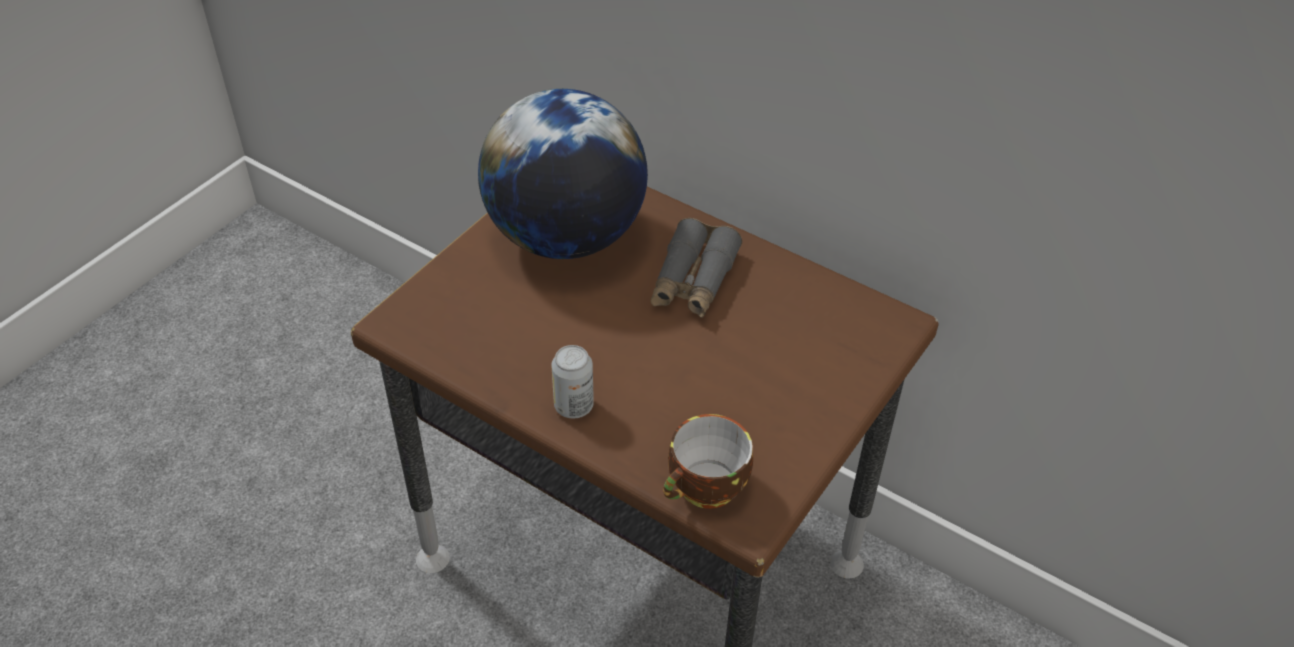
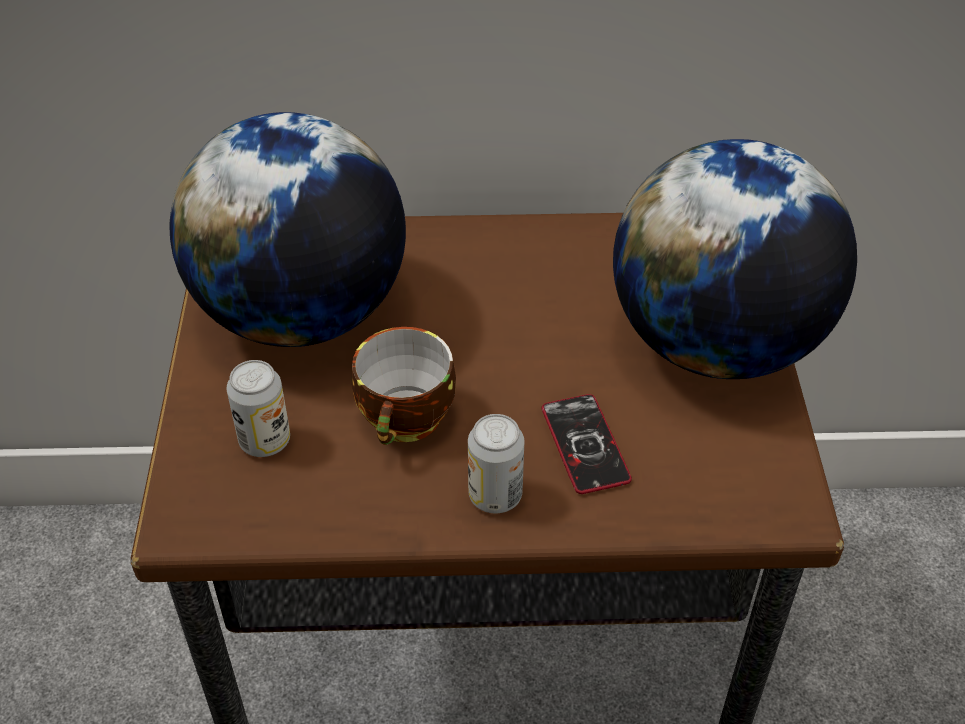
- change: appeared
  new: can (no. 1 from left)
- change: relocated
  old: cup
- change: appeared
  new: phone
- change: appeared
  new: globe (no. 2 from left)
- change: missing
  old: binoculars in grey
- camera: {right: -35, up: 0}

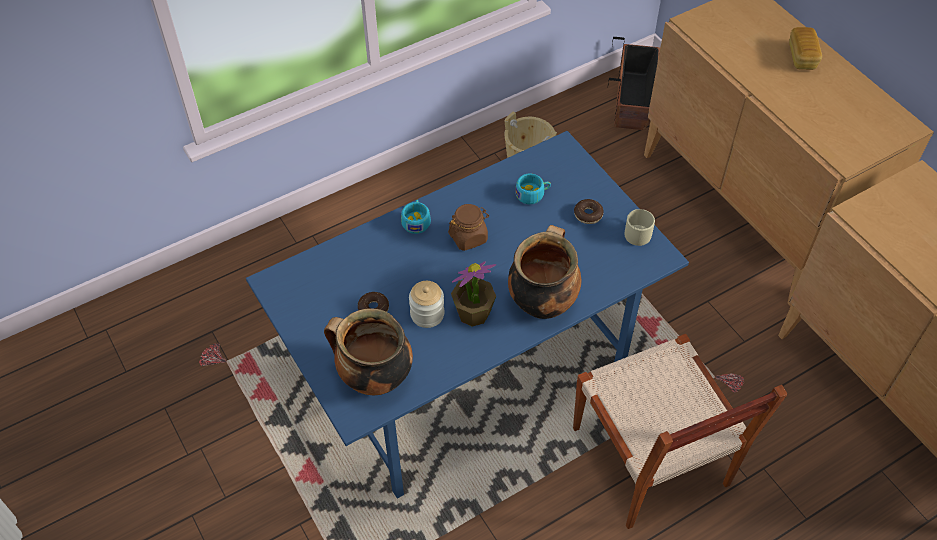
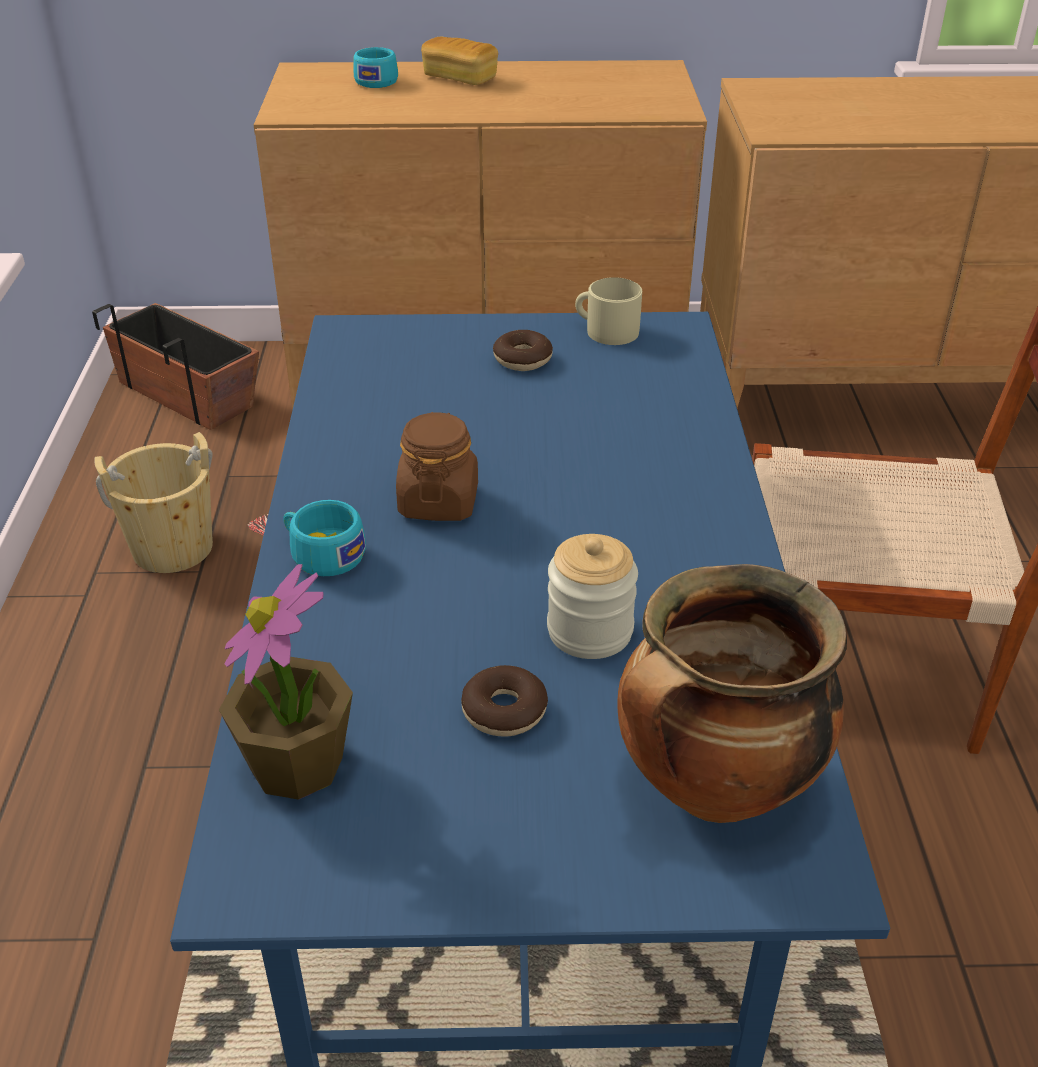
- change: relocated
  old: potted plant
- change: relocated
  old: cup in turquoise (no. 2 from left)
- change: missing
  old: cooking pot (no. 2 from left)
- camera: {right: -60, up: -15}

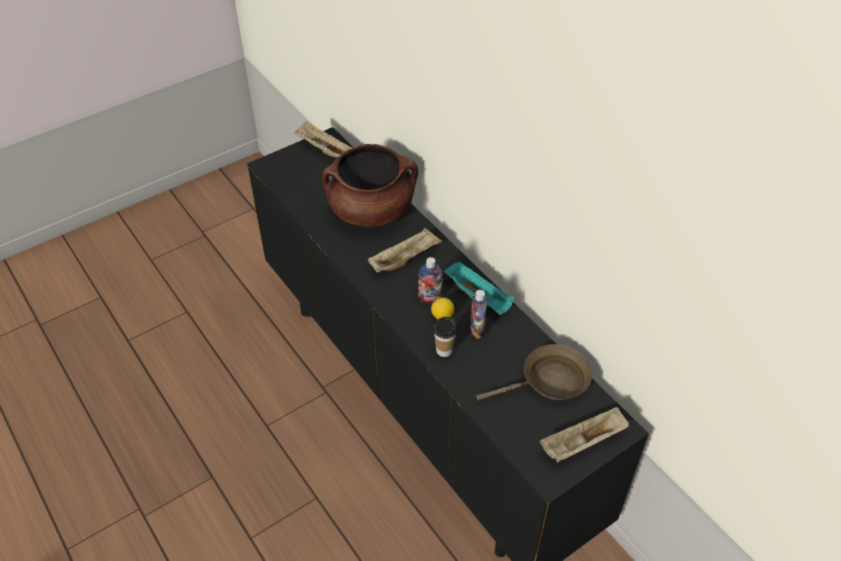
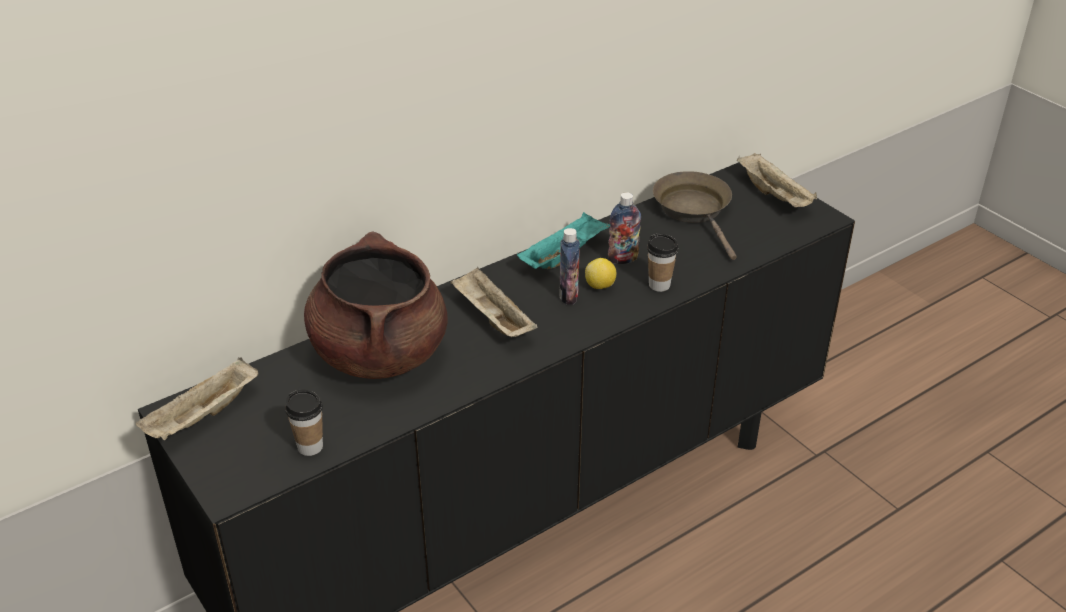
- change: appeared
  new: cup (no. 1 from left)
- camera: {right: -90, up: -10}

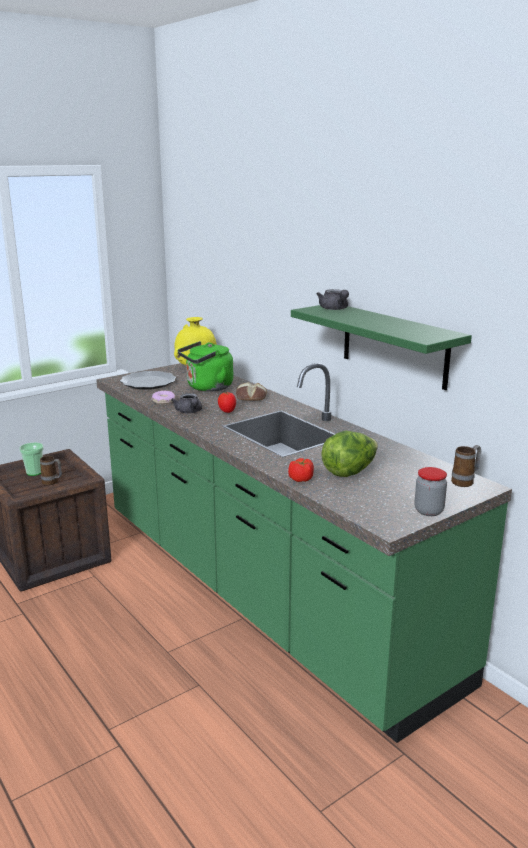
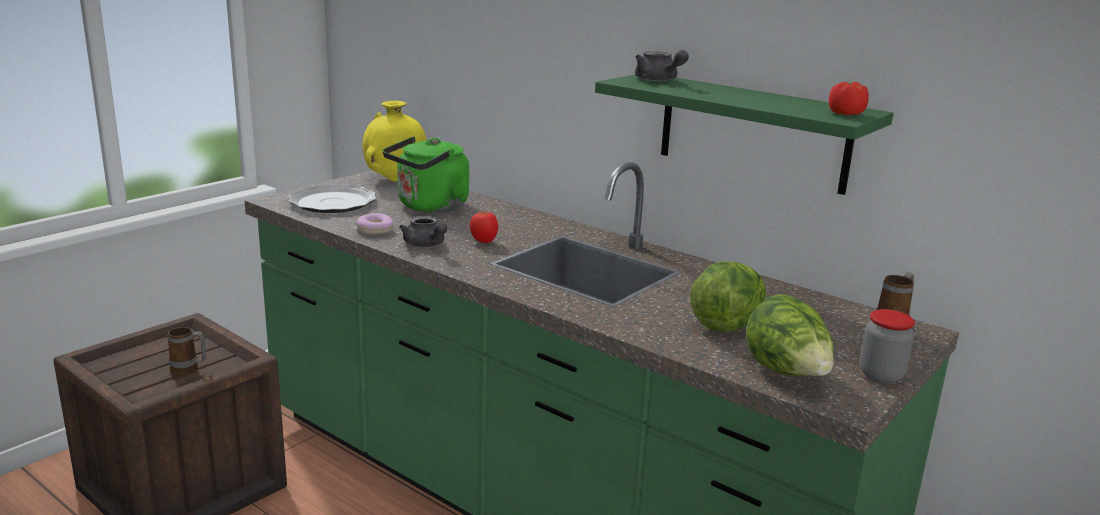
- change: appeared
  new: lettuce (no. 2 from left)
- change: relocated
  old: tomato (no. 2 from left)
- change: missing
  old: cup
- change: missing
  old: bread
- camera: {right: -15, up: 0}

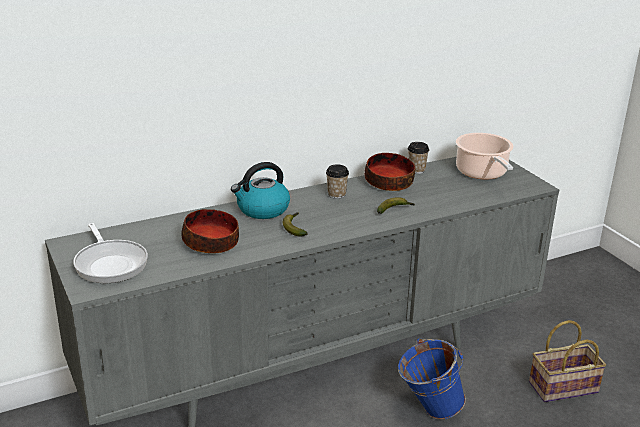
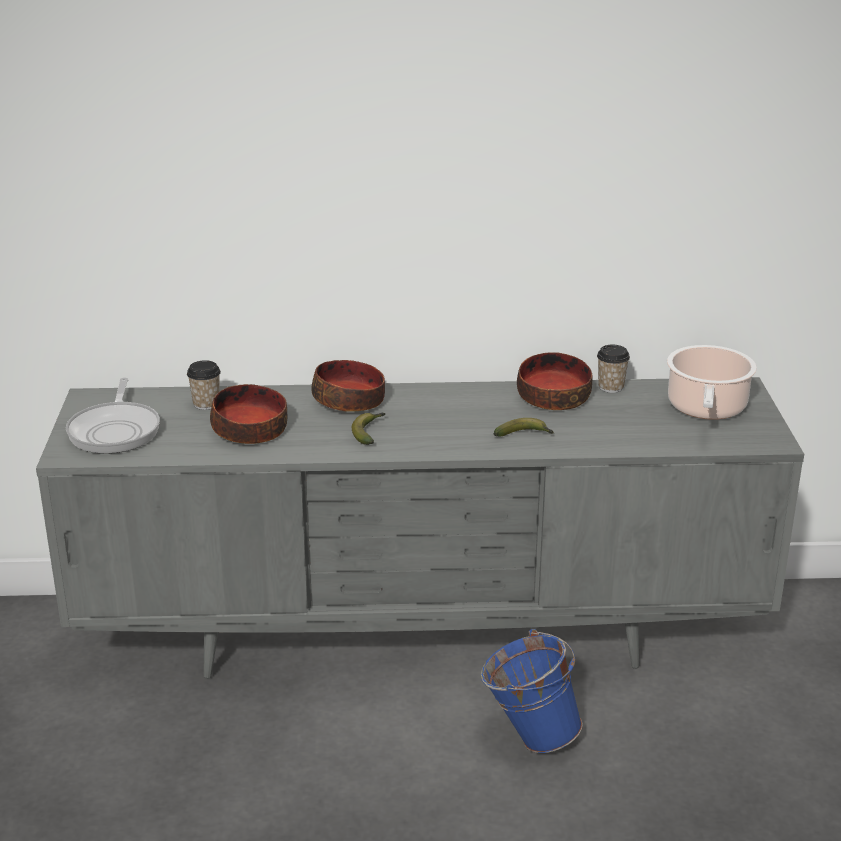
- change: relocated
  old: cup (no. 1 from left)
- change: exchanged
  old: kettle
  new: bowl (no. 2 from left)
- change: missing
  old: basket
- camera: {right: 25, up: 0}

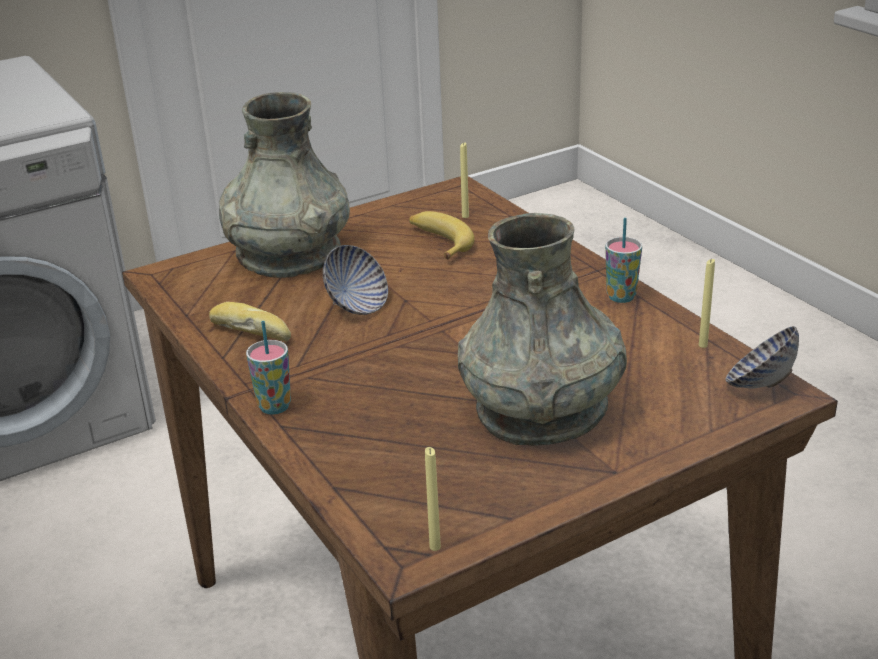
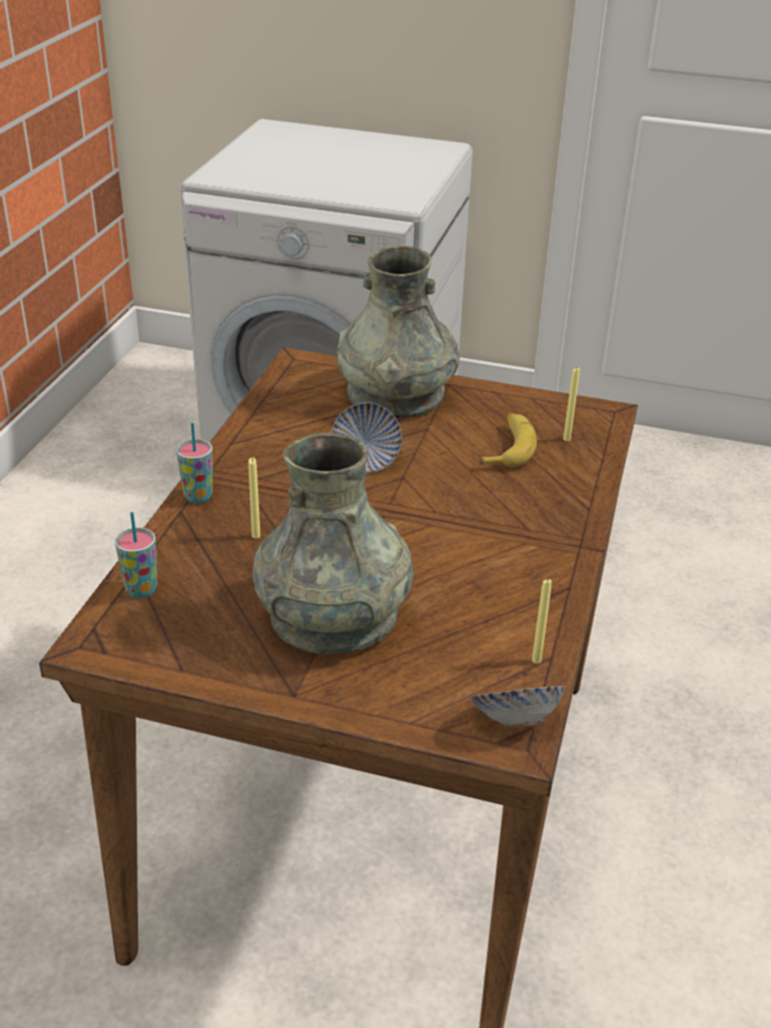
- change: relocated
  old: cup (no. 2 from left in the first image)
  new: cup (no. 1 from left)
- change: relocated
  old: candle in yellow (no. 1 from left)
- change: missing
  old: bread
- camera: {right: 45, up: 5}

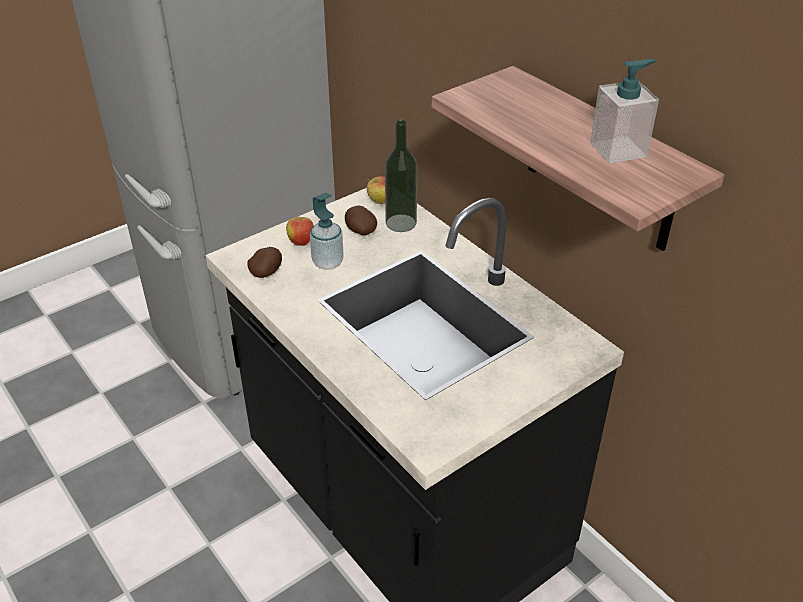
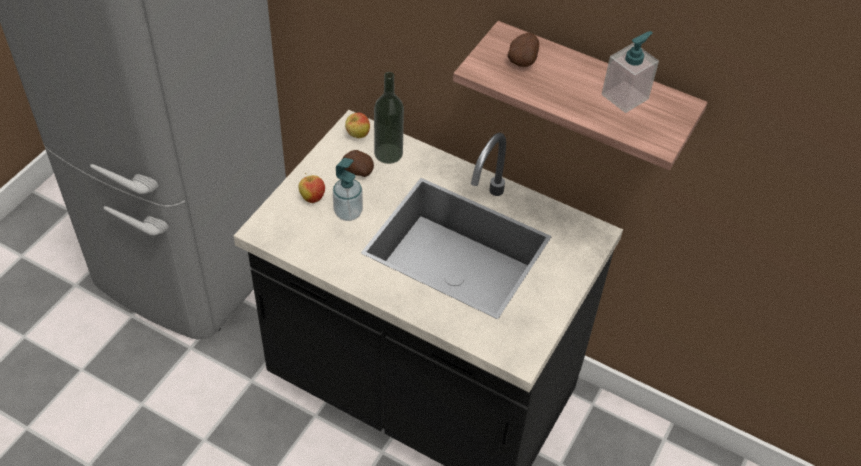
- change: relocated
  old: potato (no. 1 from left in the first image)
  new: potato (no. 2 from left)
- camera: {right: -25, up: 10}

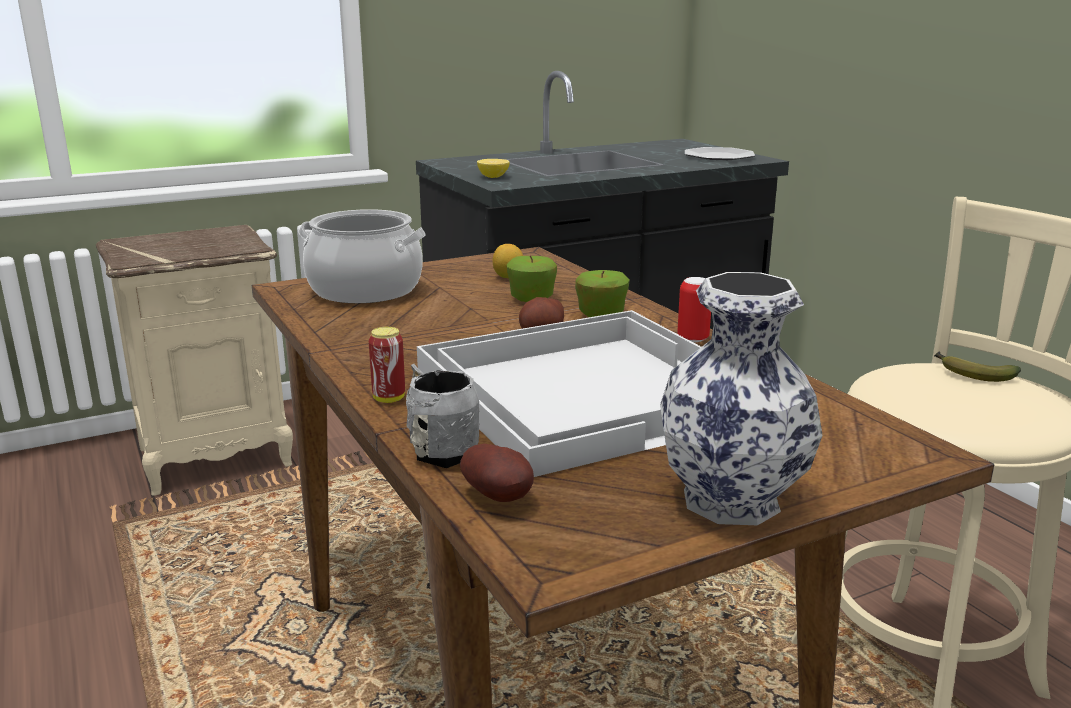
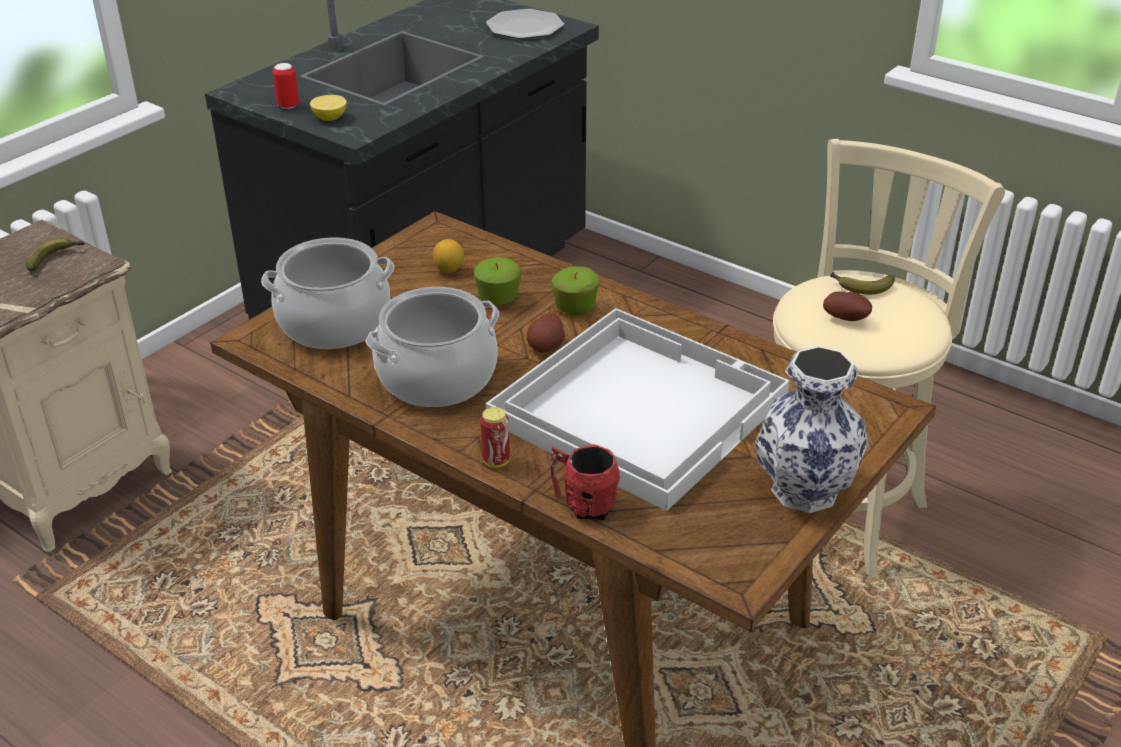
- change: appeared
  new: banana (no. 1 from left)
- change: relocated
  old: can (no. 2 from left in the first image)
  new: can (no. 1 from left)
- change: appeared
  new: cooking pot (no. 2 from left)
- change: colour
  old: mug in grey
  new: mug in red
- change: relocated
  old: potato (no. 1 from left in the first image)
  new: potato (no. 2 from left)
- camera: {right: -25, up: 15}

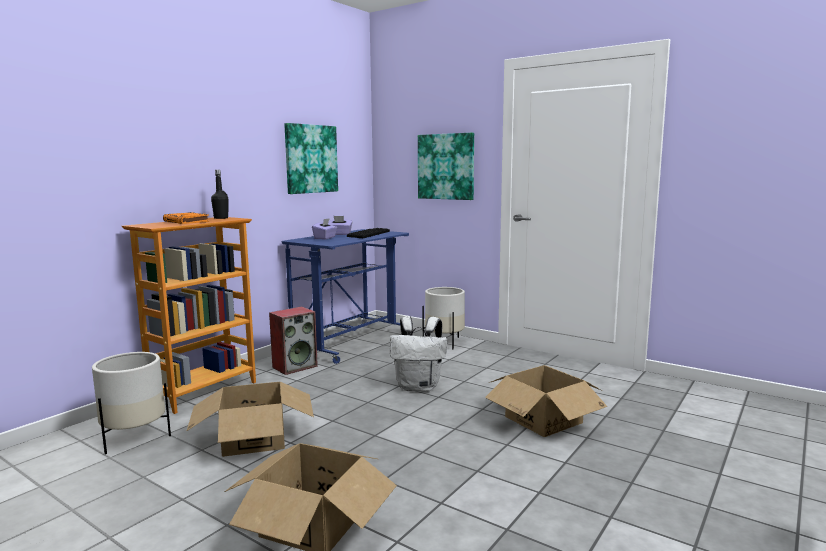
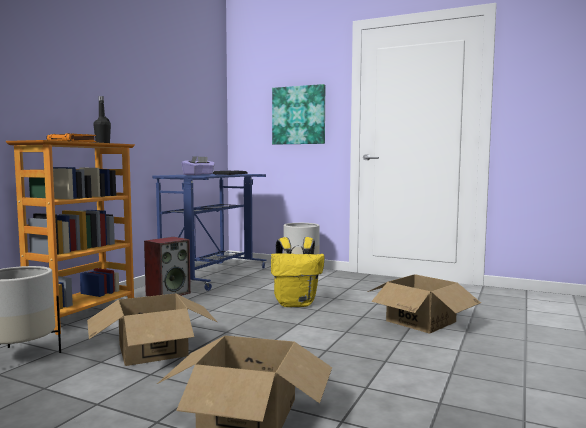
- change: colour
  old: backpack in white
  new: backpack in yellow
- change: missing
  old: picture (no. 1 from left)
- camera: {right: -10, up: -5}

